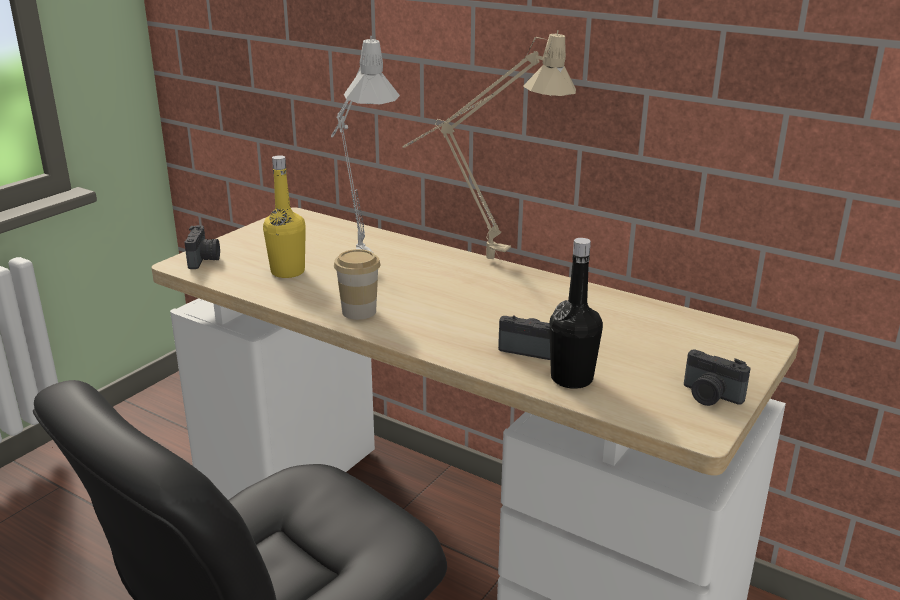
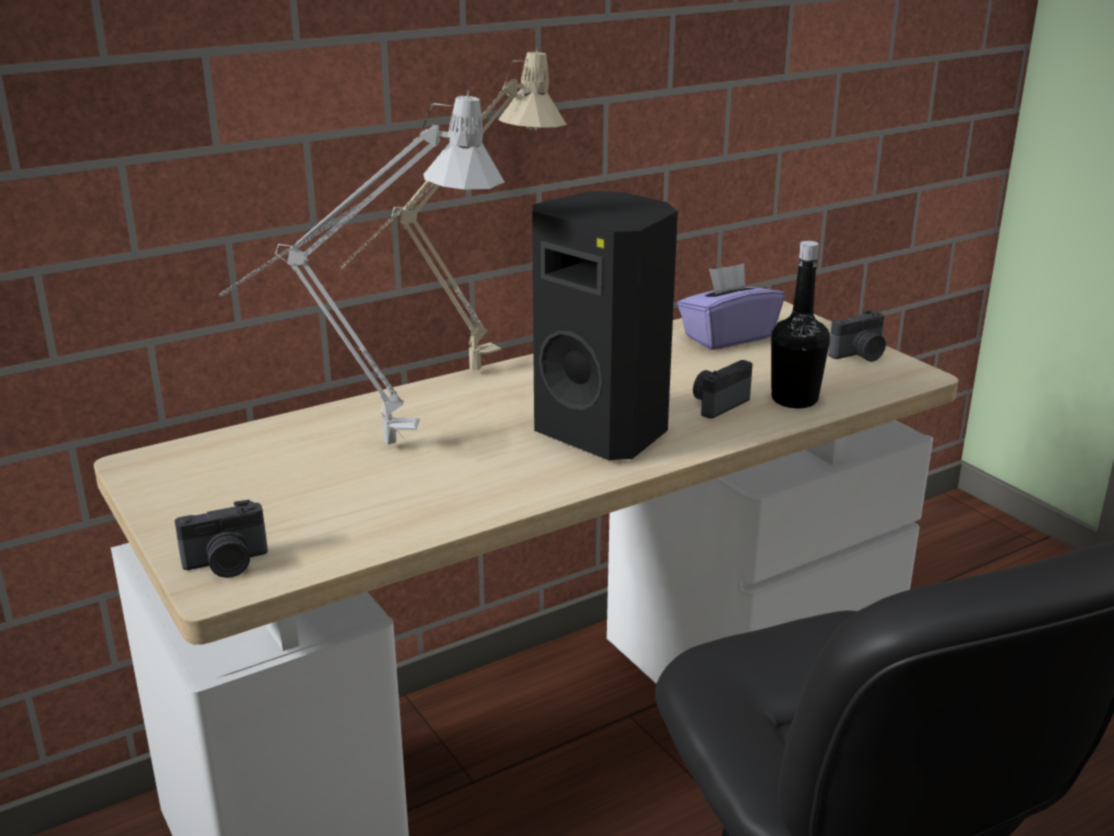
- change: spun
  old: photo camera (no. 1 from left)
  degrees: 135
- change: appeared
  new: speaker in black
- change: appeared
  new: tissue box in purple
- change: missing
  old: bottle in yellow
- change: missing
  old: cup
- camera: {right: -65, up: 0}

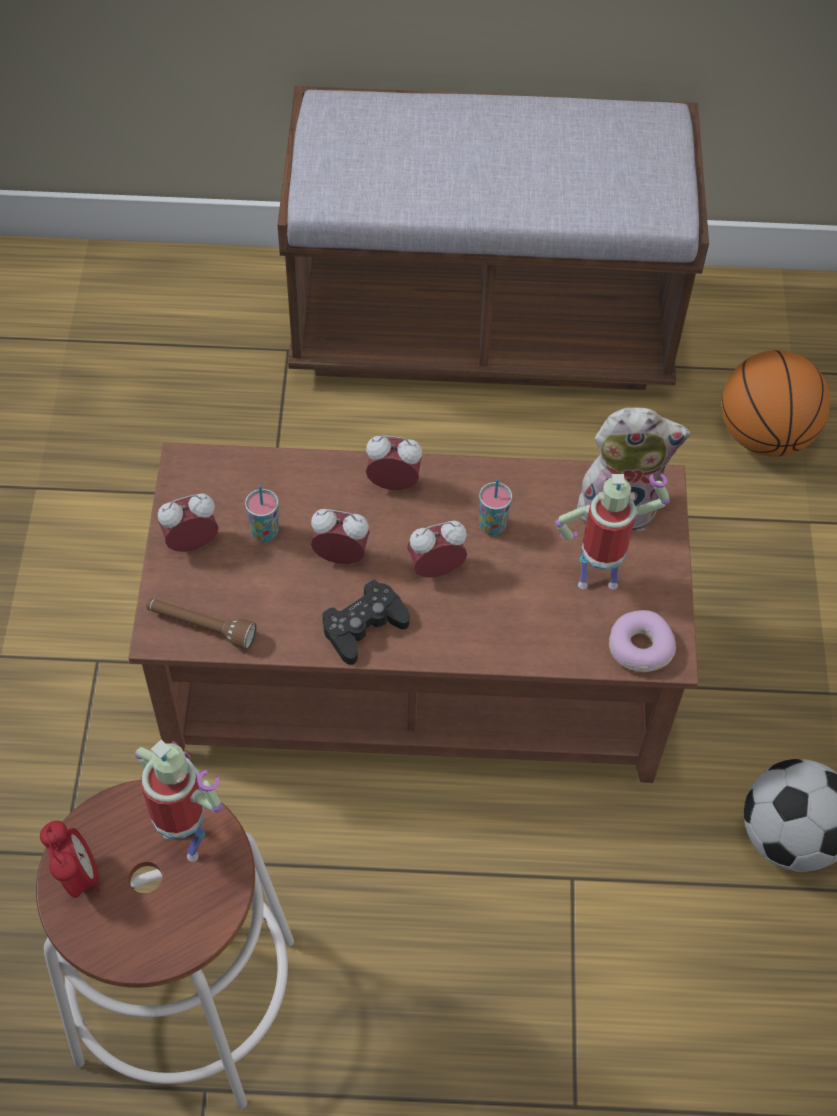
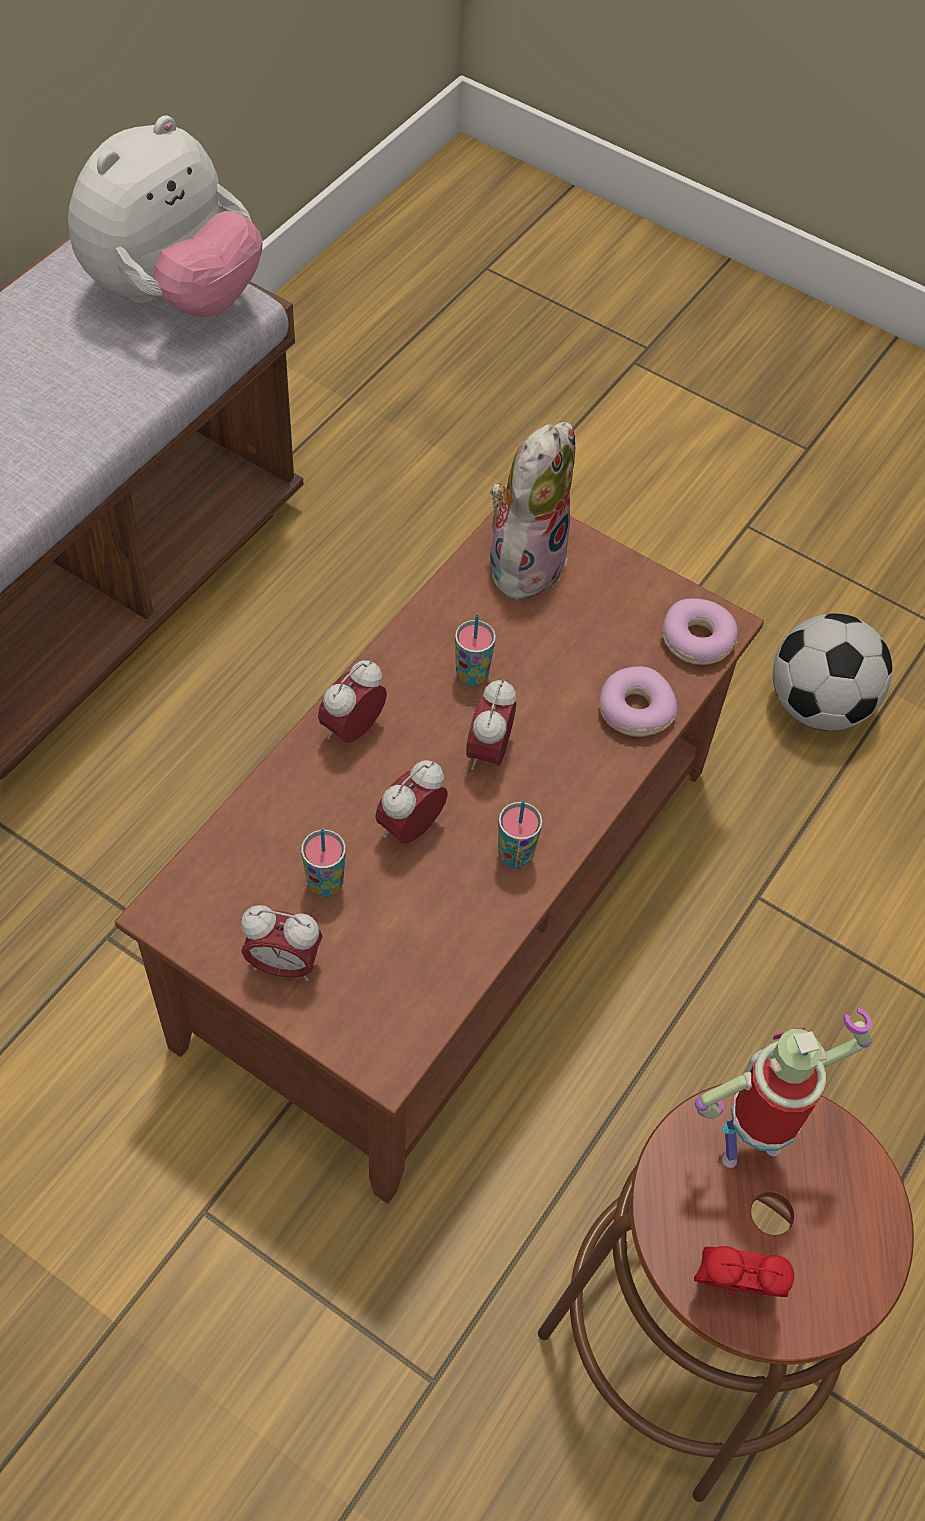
- change: appeared
  new: plush toy (no. 1 from left)
- change: spun
  old: alarm clock (no. 2 from left in the first image)
  degrees: -90
- change: exchanged
  old: game controller in black
  new: cup (no. 3 from left)
- change: colour
  old: stool in white
  new: stool in brown
- change: appeared
  new: donut (no. 1 from left)
- change: missing
  old: flashlight in brown
- change: missing
  old: toy robot (no. 2 from left)
- change: missing
  old: basketball
- camera: {right: -60, up: 0}

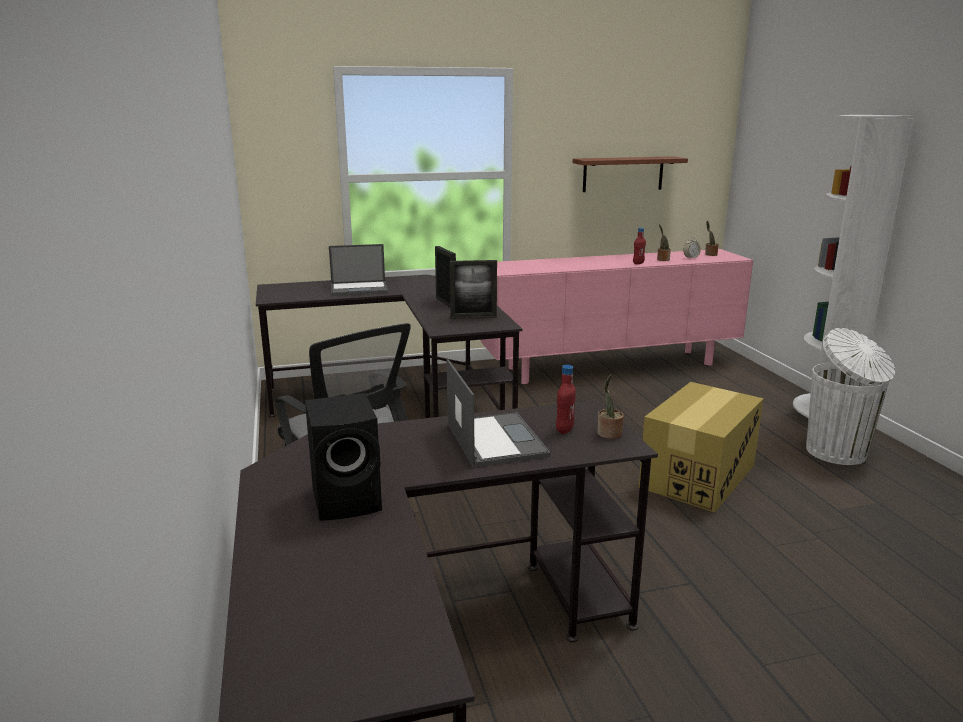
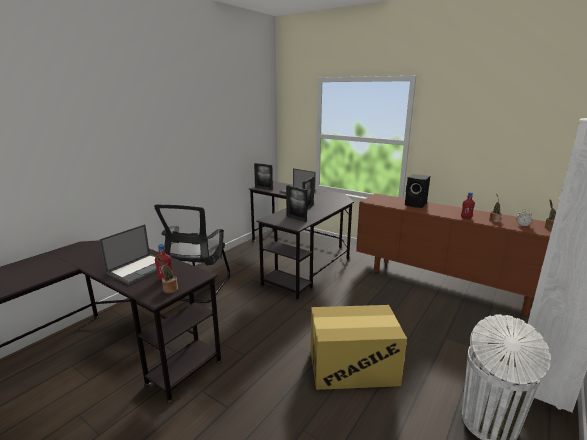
- change: appeared
  new: picture frame (no. 1 from left)
- change: colour
  old: cabinet in pink
  new: cabinet in brown
- change: relocated
  old: speaker in black
- change: missing
  old: shelf in brown
- camera: {right: 50, up: 0}

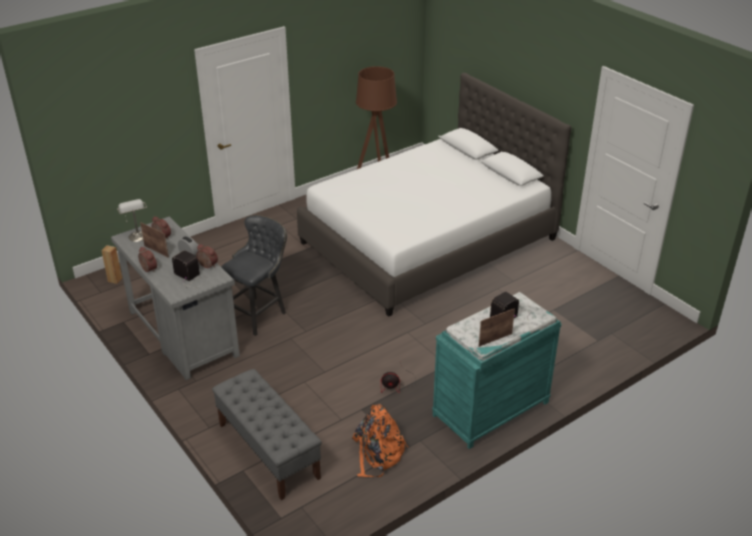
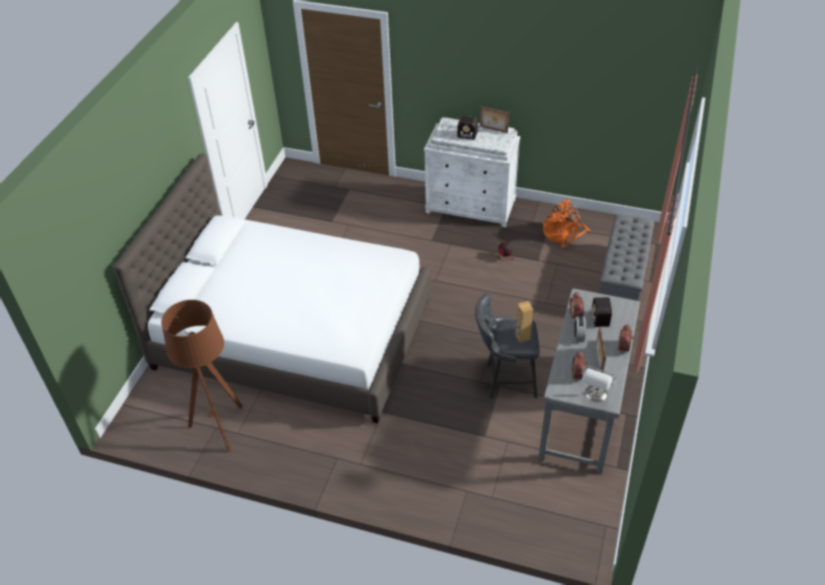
- change: colour
  old: dresser in turquoise
  new: dresser in white
- change: relocated
  old: speaker in brown
- camera: {right: -125, up: 10}

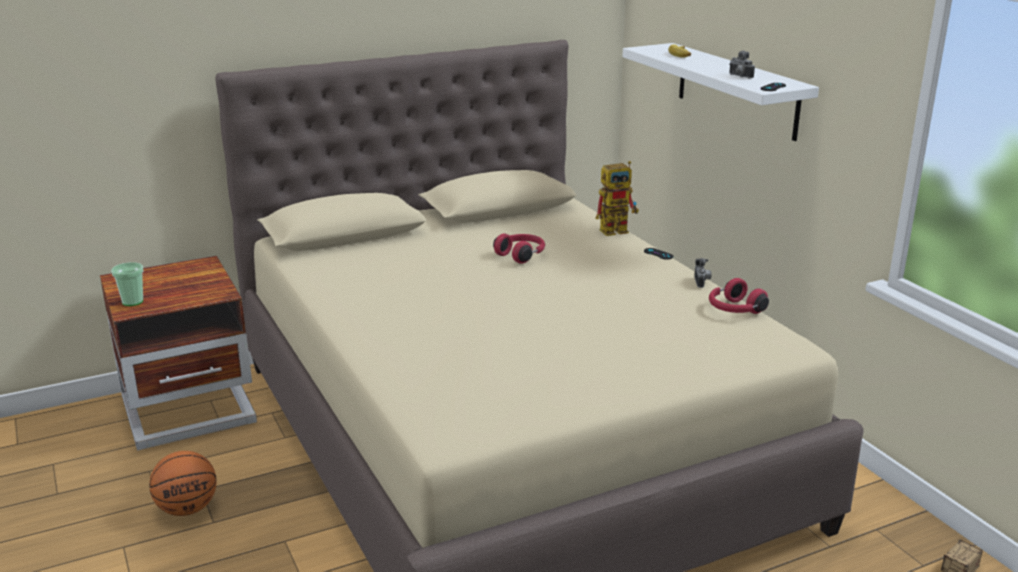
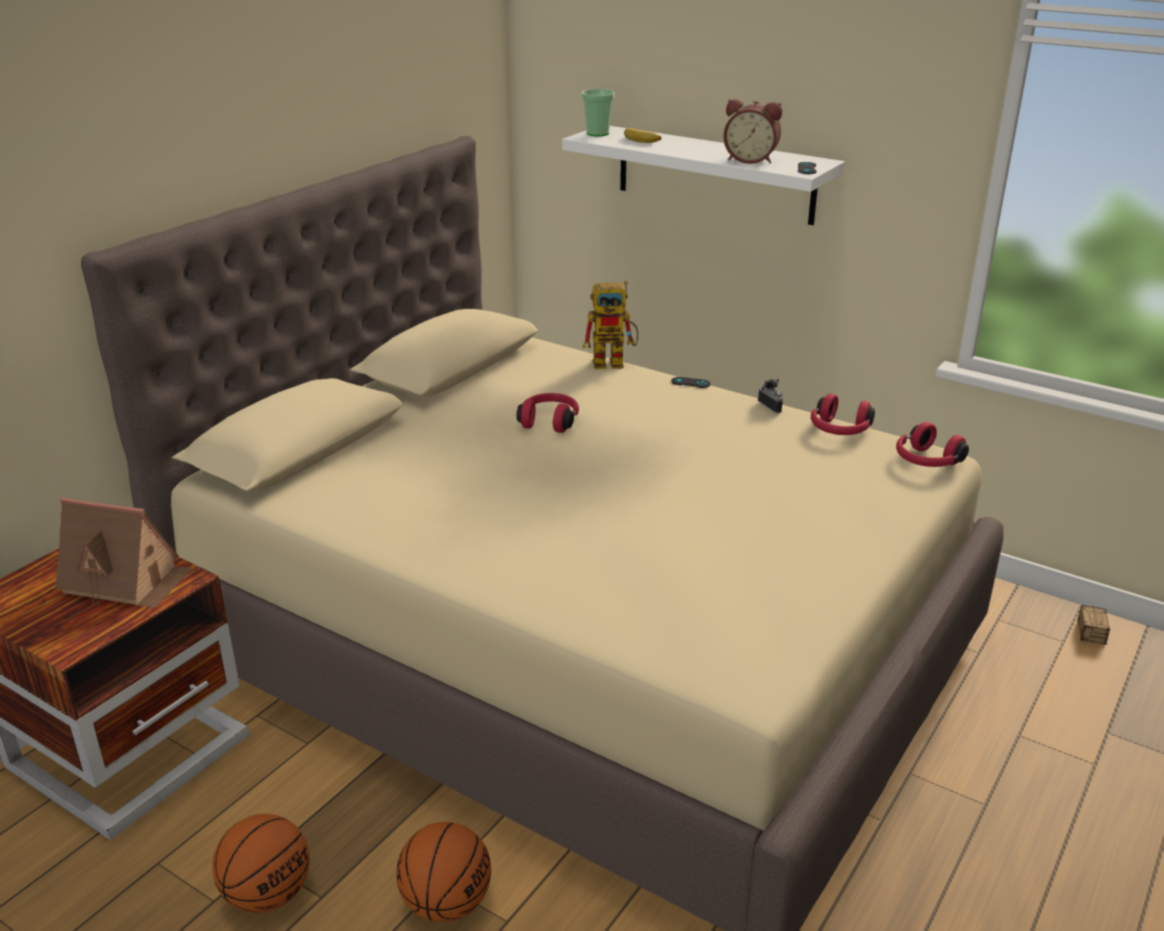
- change: appeared
  new: toy house
- change: appeared
  new: basketball (no. 2 from left)
- change: relocated
  old: cup
- change: spun
  old: toy robot
  degrees: 45
- change: exchanged
  old: photo camera (no. 2 from left)
  new: alarm clock
- change: appeared
  new: headphones in red (no. 3 from left)
- camera: {right: -30, up: 5}

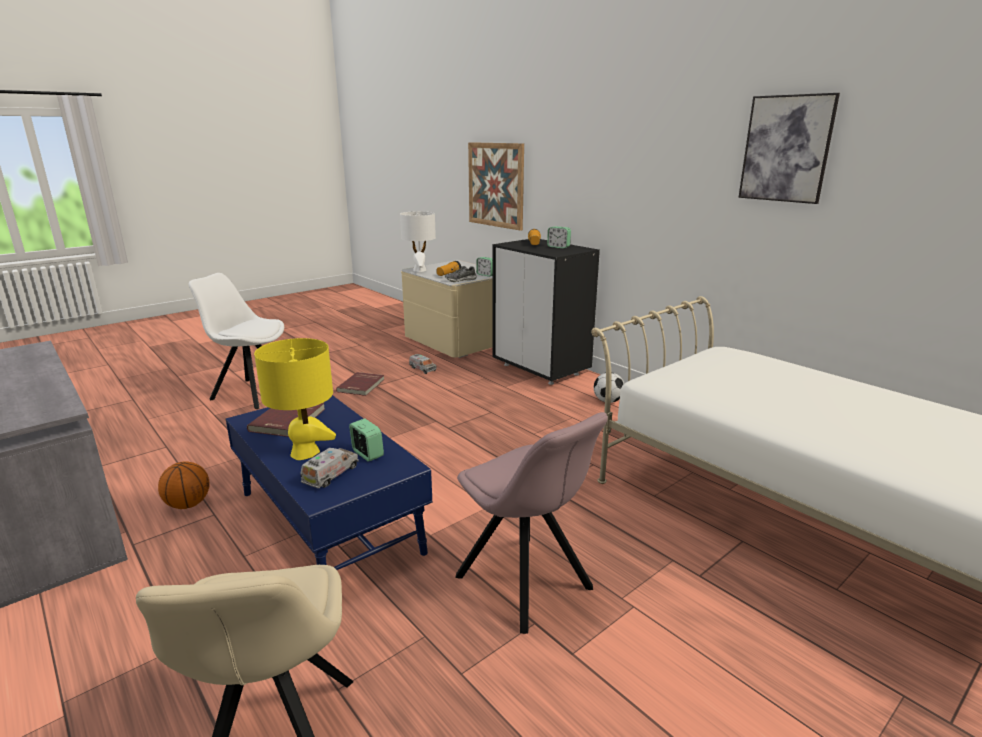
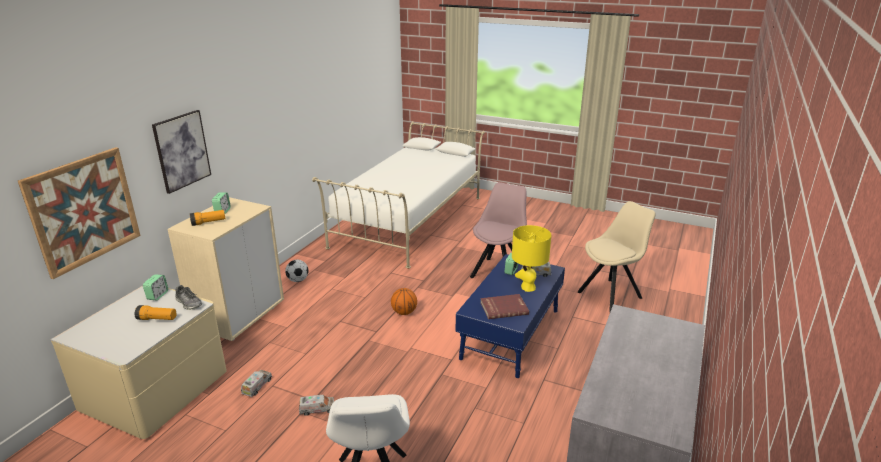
- change: relocated
  old: picture (no. 2 from left)
- change: colour
  old: cabinet in black
  new: cabinet in beige
- change: exchanged
  old: book in red (no. 2 from left)
  new: toy truck (no. 2 from left)
- change: relocated
  old: basketball
- change: missing
  old: table lamp in white
- camera: {right: -115, up: 5}

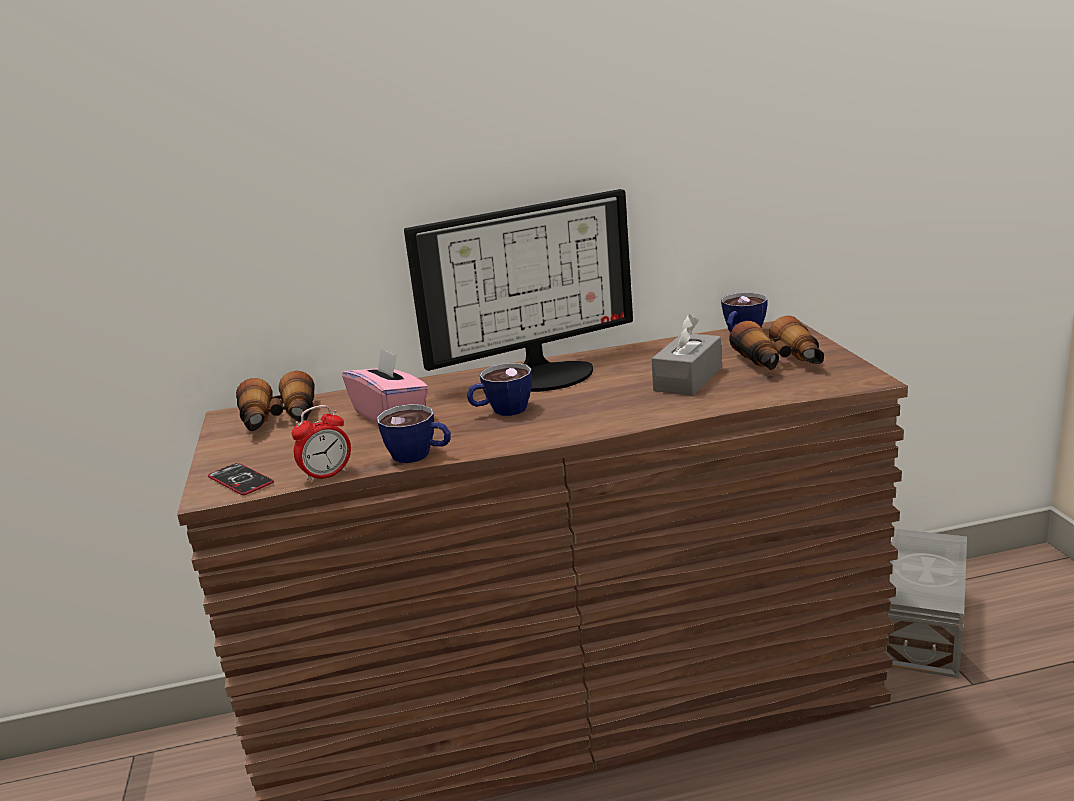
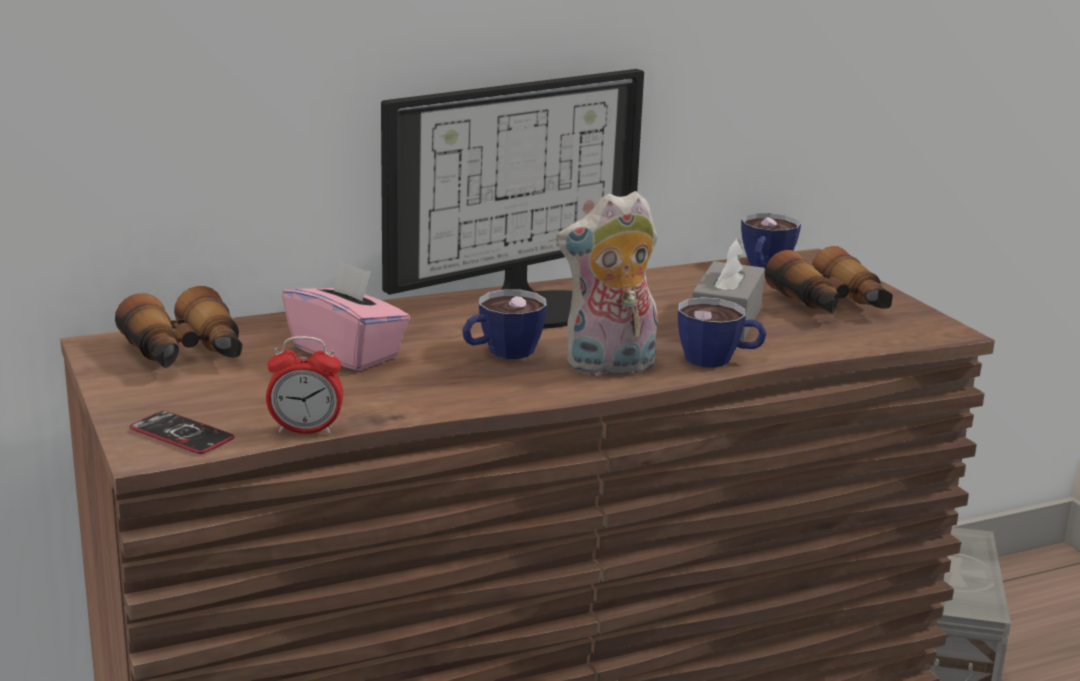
- change: spun
  old: alarm clock
  degrees: 45
- change: appeared
  new: plush toy
- change: relocated
  old: cup (no. 1 from left in the first image)
  new: cup (no. 2 from left)
- camera: {right: -15, up: 0}

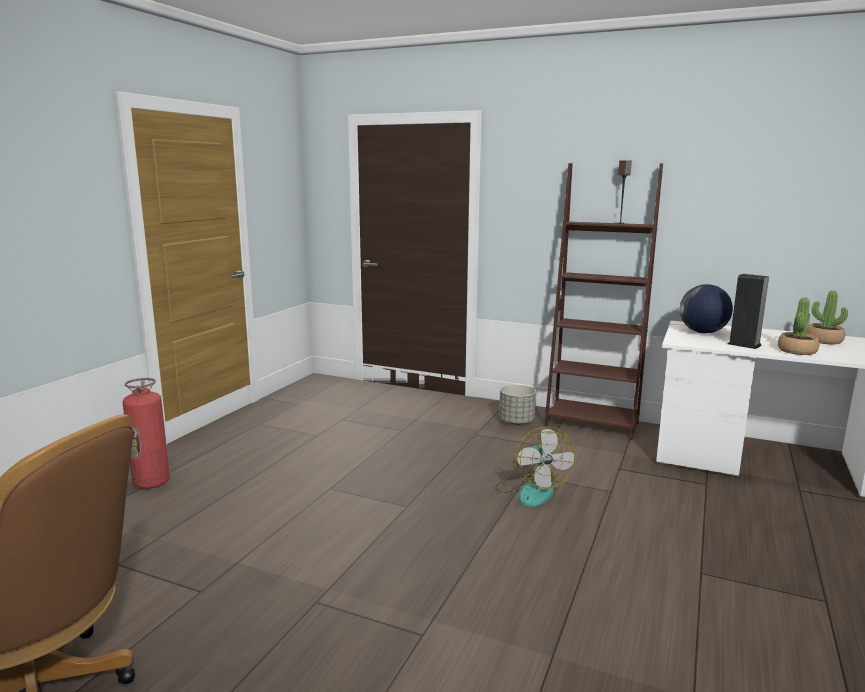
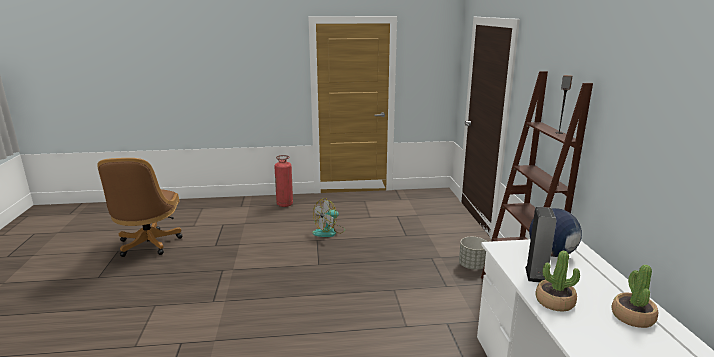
- change: relocated
  old: fan
- camera: {right: 60, up: 5}

